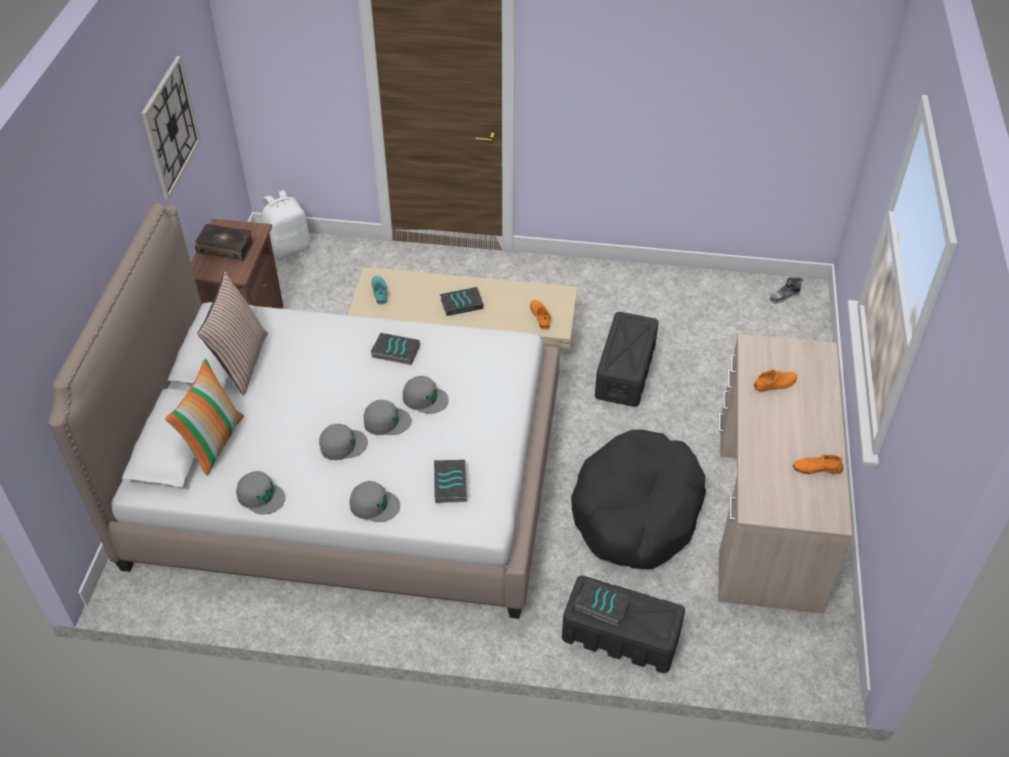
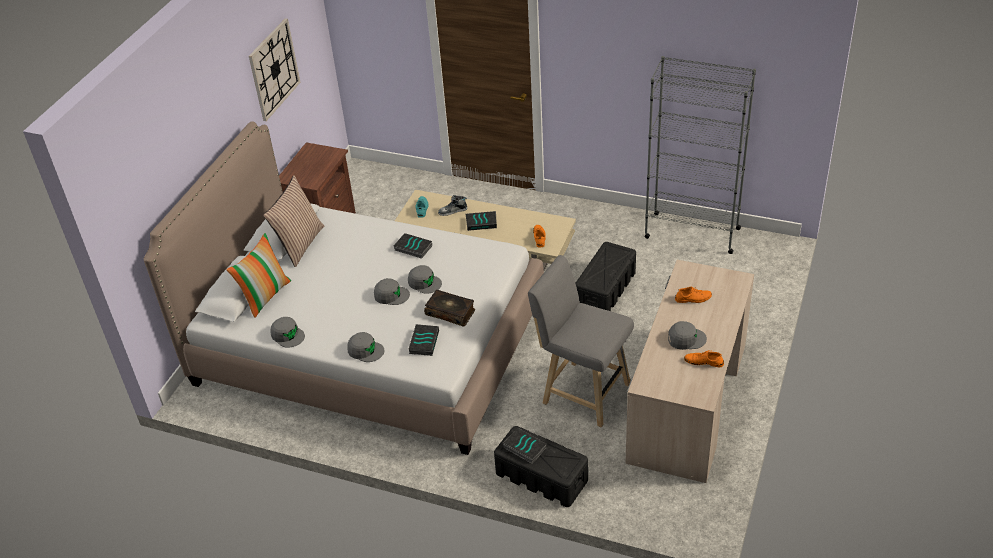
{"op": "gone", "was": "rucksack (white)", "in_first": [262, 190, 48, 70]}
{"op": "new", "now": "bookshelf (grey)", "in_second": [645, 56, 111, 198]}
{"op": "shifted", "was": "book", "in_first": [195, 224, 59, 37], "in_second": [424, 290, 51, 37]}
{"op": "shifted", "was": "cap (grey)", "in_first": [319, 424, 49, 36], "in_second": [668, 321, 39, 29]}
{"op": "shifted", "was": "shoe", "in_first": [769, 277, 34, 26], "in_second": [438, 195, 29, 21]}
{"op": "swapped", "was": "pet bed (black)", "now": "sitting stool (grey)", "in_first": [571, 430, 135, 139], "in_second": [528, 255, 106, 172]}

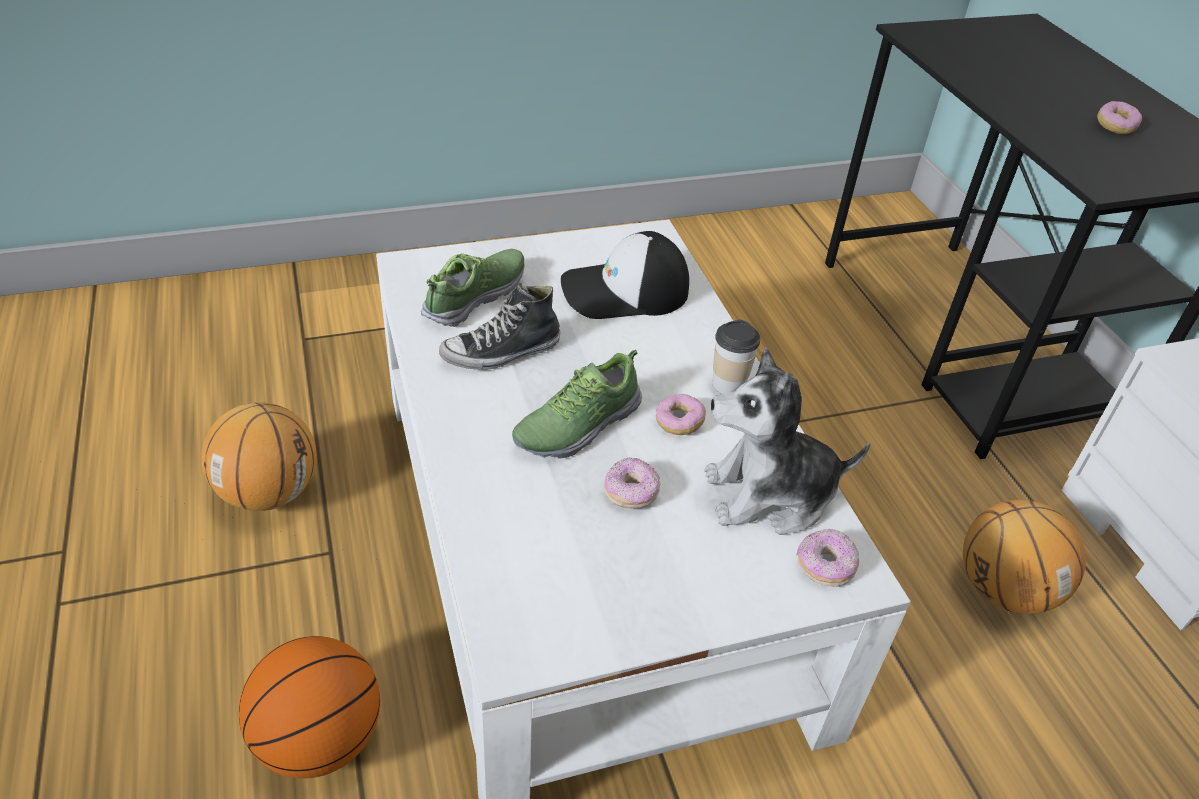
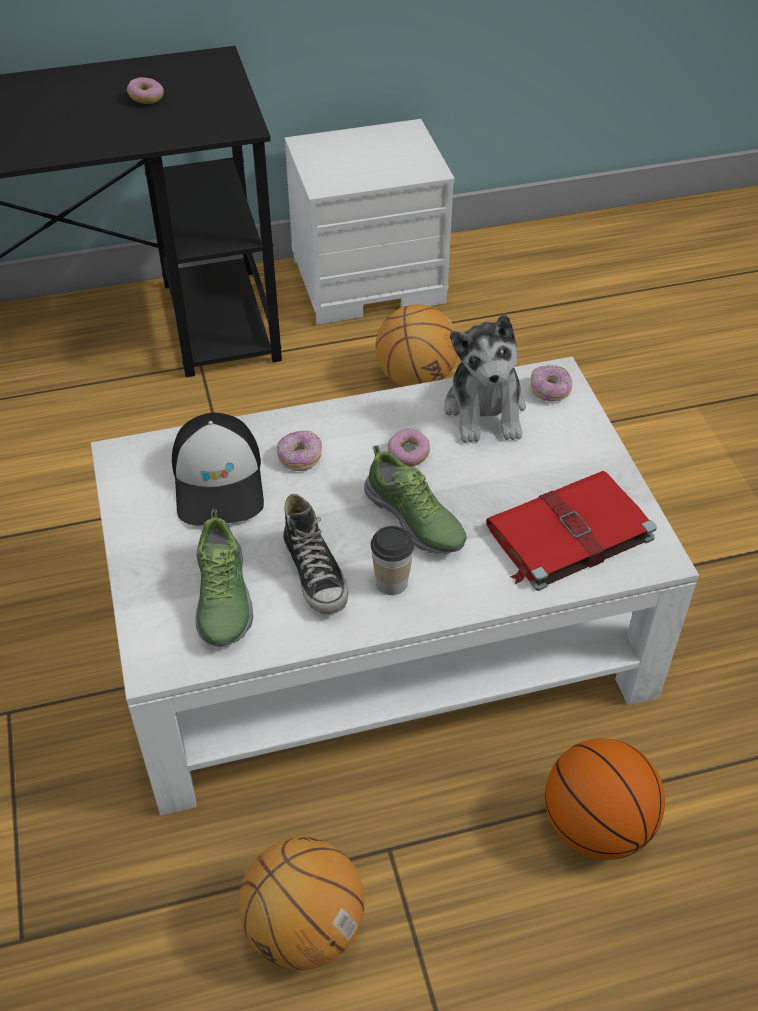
{"op": "new", "now": "book (red)", "in_second": [486, 471, 171, 120]}
{"op": "shifted", "was": "donut", "in_first": [604, 457, 56, 52], "in_second": [277, 430, 45, 41]}
{"op": "shifted", "was": "small cup", "in_first": [712, 320, 48, 74], "in_second": [371, 526, 43, 69]}
{"op": "rotated", "was": "shoe", "in_first": [421, 249, 104, 78], "in_second": [196, 509, 57, 138], "clockwise": -135}

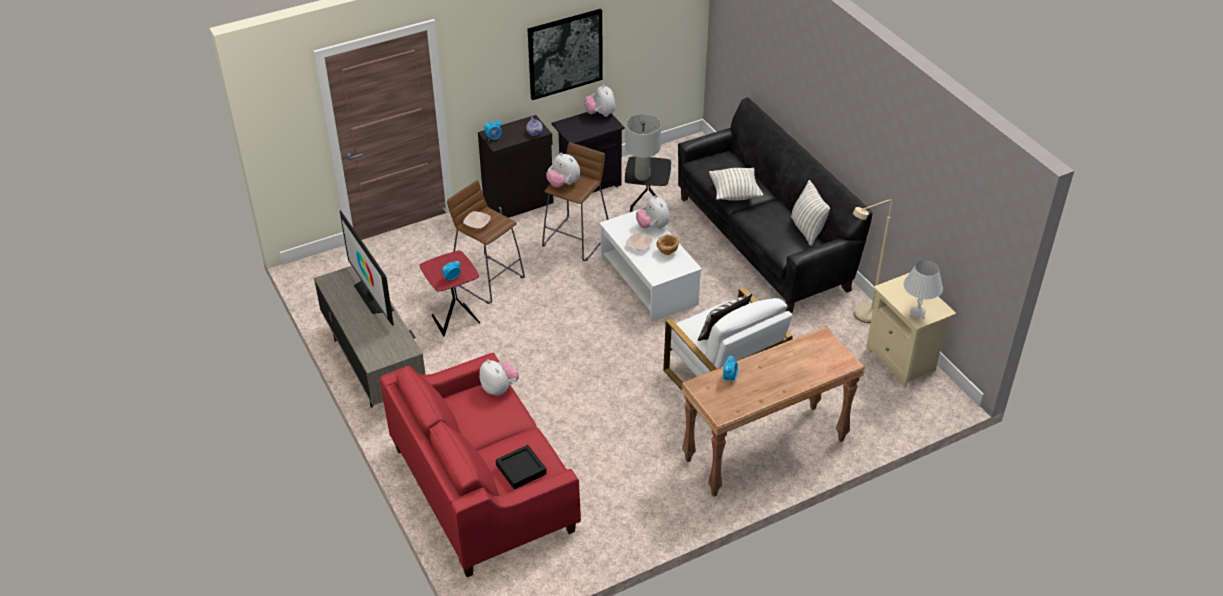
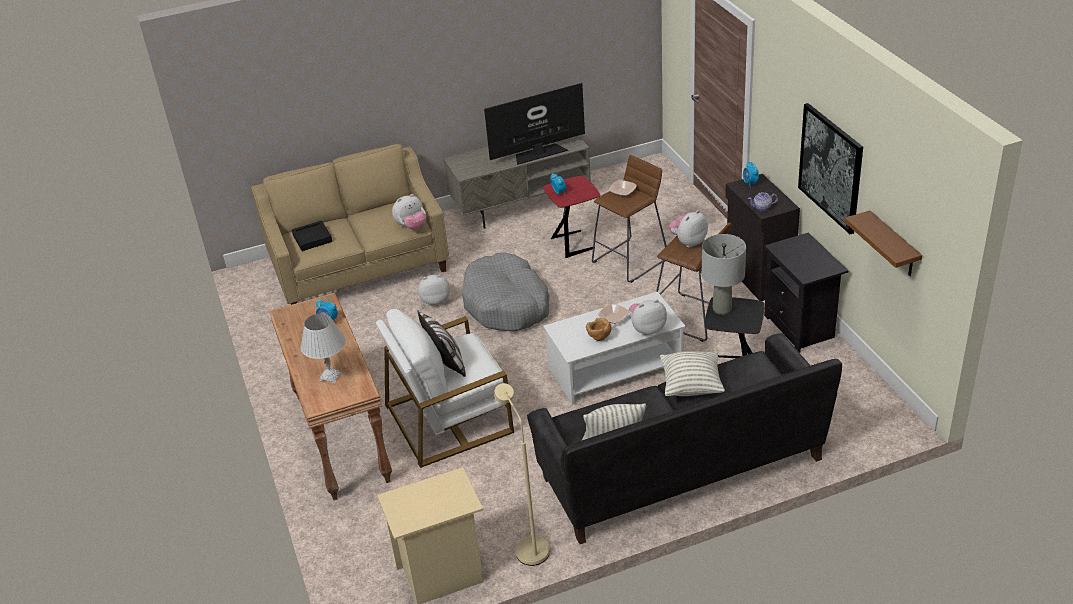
{"op": "new", "now": "pet bed (grey)", "in_second": [462, 253, 87, 79]}
{"op": "new", "now": "bracket shelf (brownish)", "in_second": [844, 210, 78, 66]}
{"op": "shifted", "was": "plush toy", "in_first": [585, 84, 31, 33], "in_second": [418, 275, 32, 30]}
{"op": "shifted", "was": "tabletop lamp (white)", "in_first": [903, 260, 40, 60], "in_second": [301, 314, 45, 70]}
{"op": "repainted", "was": "couch (red)", "now": "couch (beige-coloured)", "in_first": [380, 353, 201, 224], "in_second": [251, 144, 198, 161]}

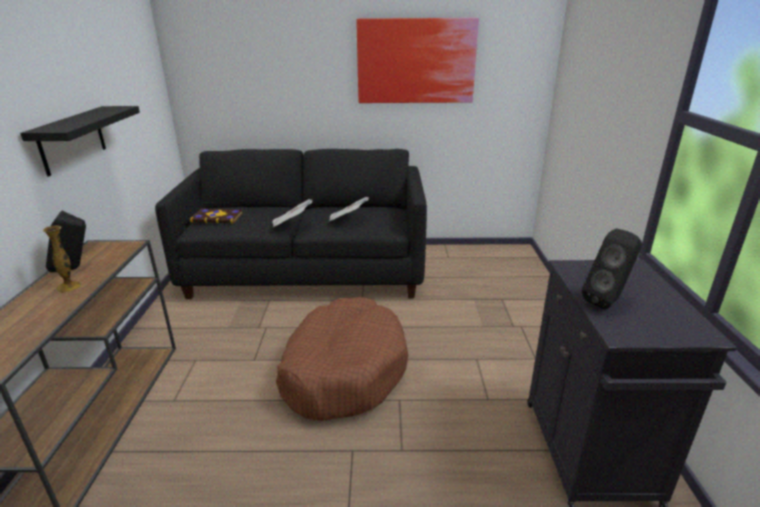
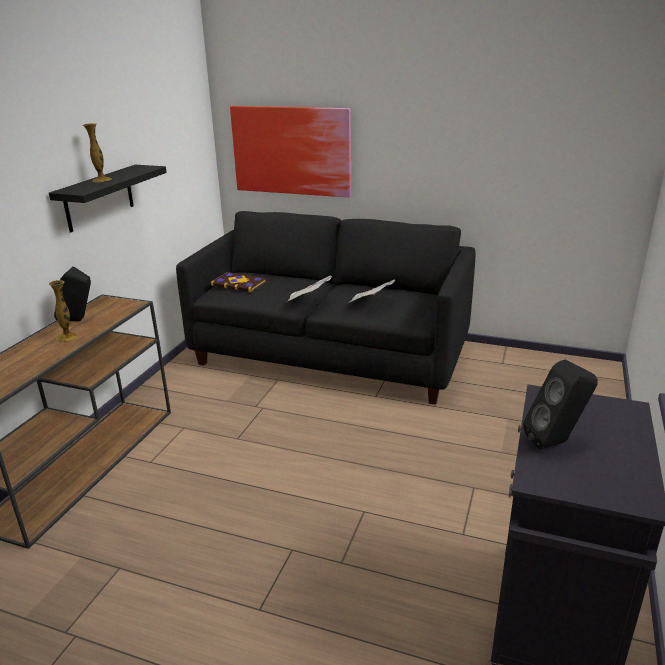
{"op": "gone", "was": "pet bed (brownish)", "in_first": [276, 297, 132, 124]}
{"op": "new", "now": "decorative vase", "in_second": [83, 123, 29, 59]}
{"op": "shifted", "was": "wall picture", "in_first": [356, 18, 123, 85], "in_second": [230, 106, 121, 92]}

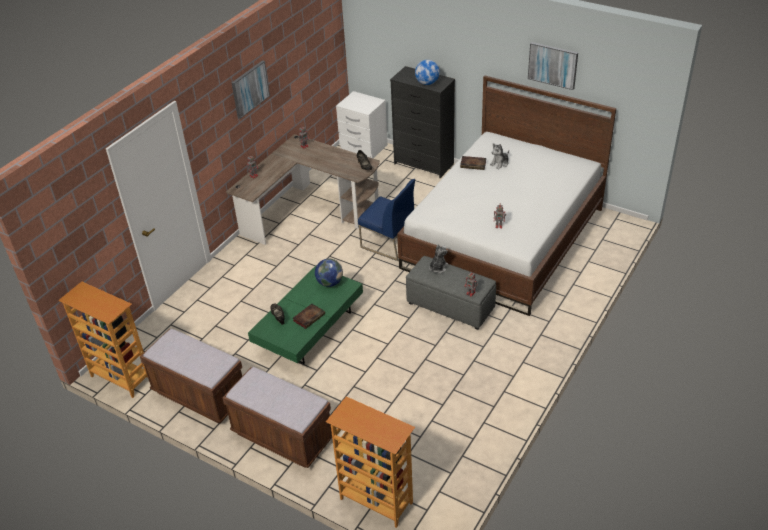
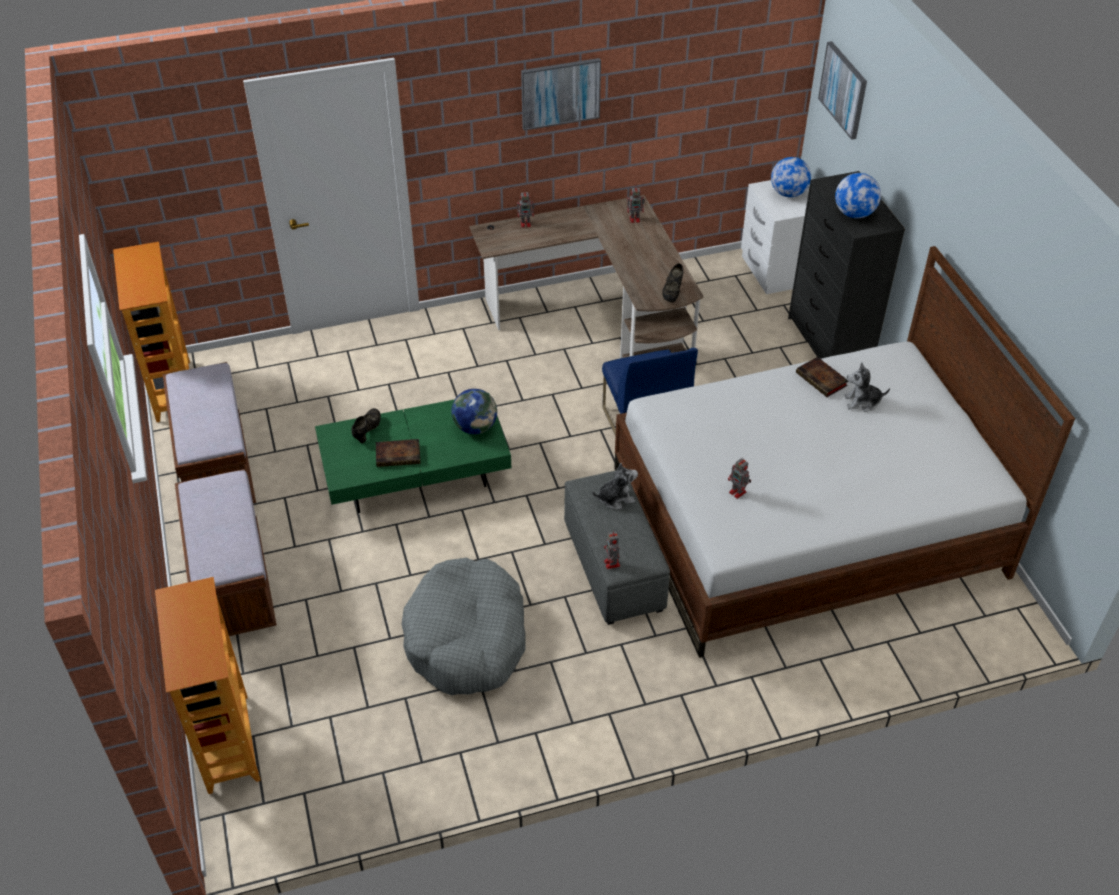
{"op": "new", "now": "pet bed (grey)", "in_second": [401, 558, 125, 137]}
{"op": "new", "now": "globe", "in_second": [771, 157, 40, 40]}
{"op": "shifted", "was": "wall picture", "in_first": [528, 42, 50, 48], "in_second": [818, 41, 49, 99]}

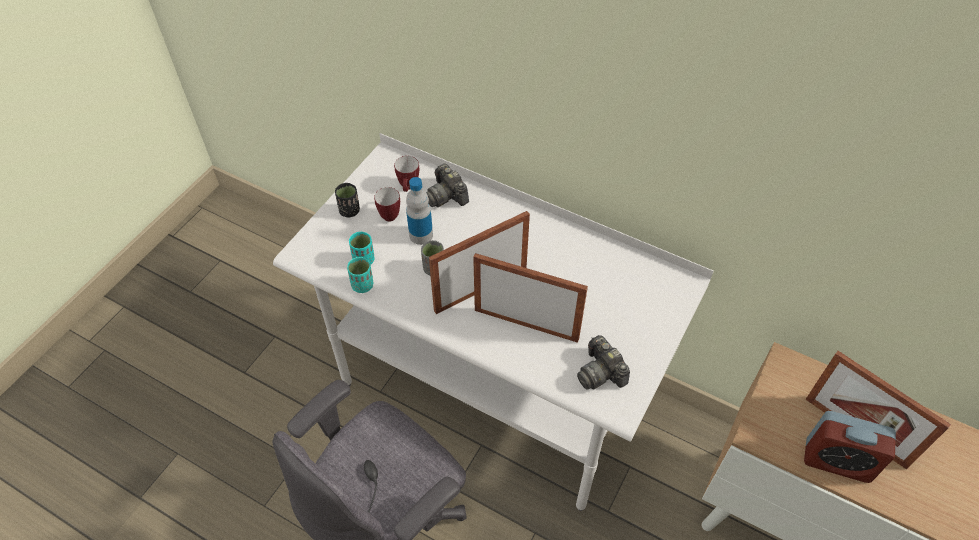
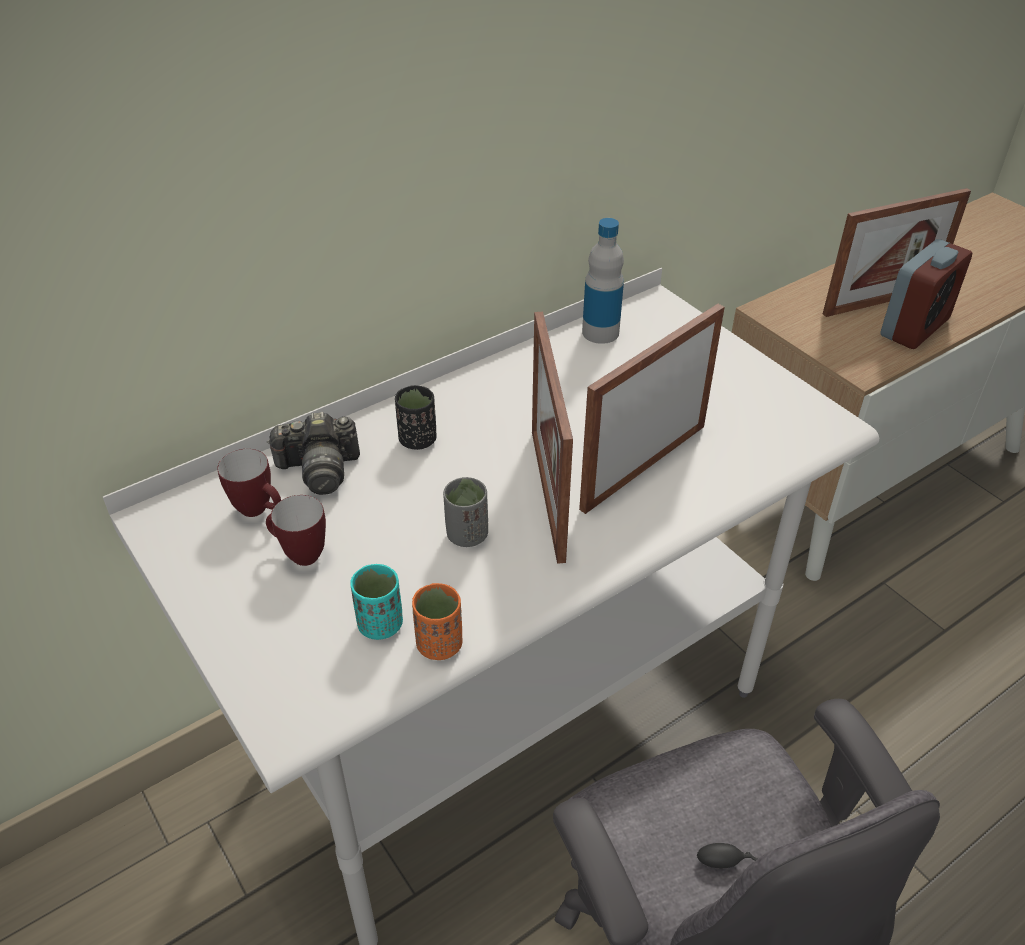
{"op": "gone", "was": "photo camera", "in_first": [577, 335, 53, 54]}
{"op": "shifted", "was": "small cup (black)", "in_first": [335, 183, 25, 34], "in_second": [395, 385, 42, 65]}
{"op": "shifted", "was": "bottle", "in_first": [406, 177, 27, 68], "in_second": [582, 218, 42, 126]}
{"op": "repainted", "was": "small cup (turquoise-coloured)", "now": "small cup (orange-coloured)", "in_first": [347, 257, 26, 36], "in_second": [412, 583, 50, 77]}

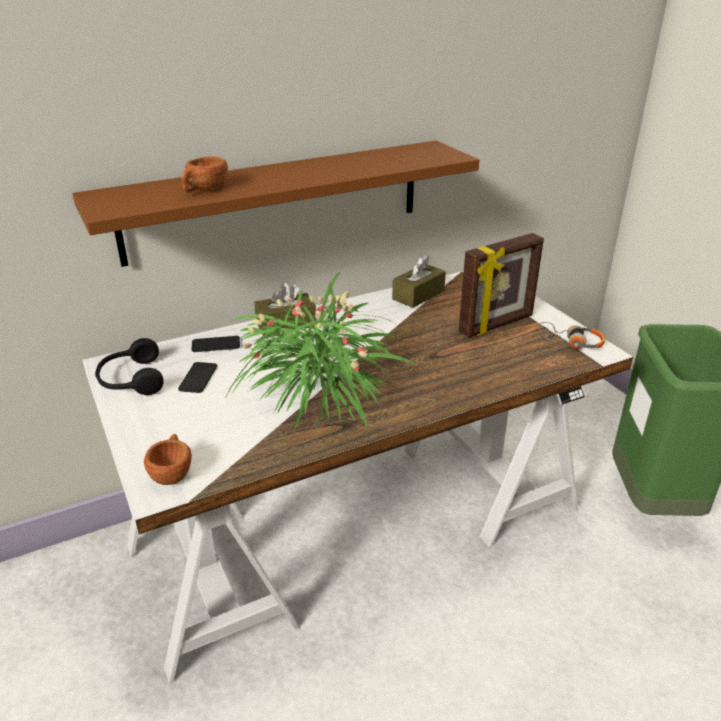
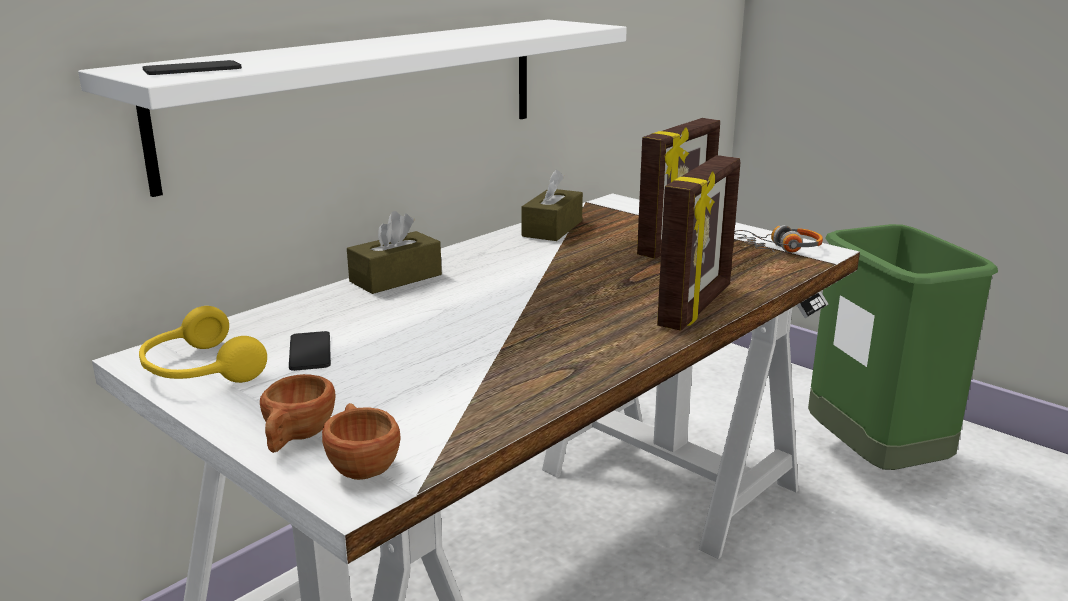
{"op": "gone", "was": "houseplant", "in_first": [227, 272, 188, 161]}
{"op": "new", "now": "standing frame", "in_second": [657, 155, 83, 176]}
{"op": "shifted", "was": "small cup (brownish)", "in_first": [181, 156, 47, 37], "in_second": [260, 374, 76, 79]}
{"op": "shifted", "was": "phone", "in_first": [192, 336, 48, 16], "in_second": [143, 60, 99, 15]}
{"op": "repainted", "was": "bracket shelf (brownish)", "now": "bracket shelf (white)", "in_first": [73, 141, 407, 126], "in_second": [78, 19, 549, 178]}
{"op": "repainted", "was": "pair of headphones (black)", "now": "pair of headphones (yellowish)", "in_first": [95, 338, 69, 57], "in_second": [139, 306, 128, 77]}

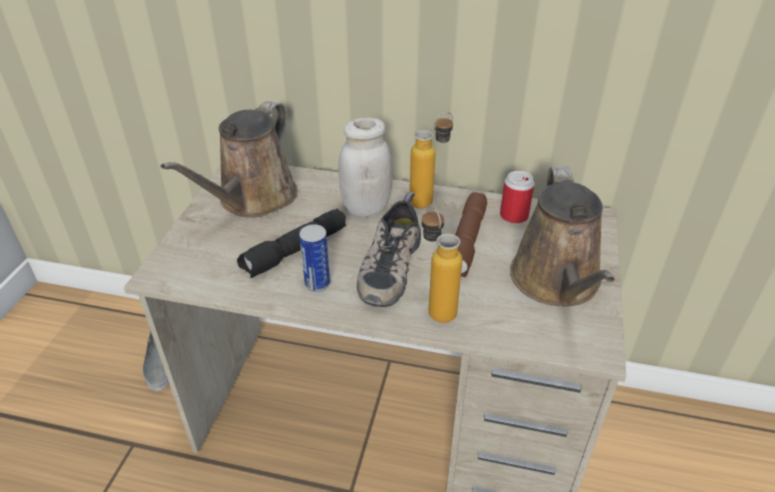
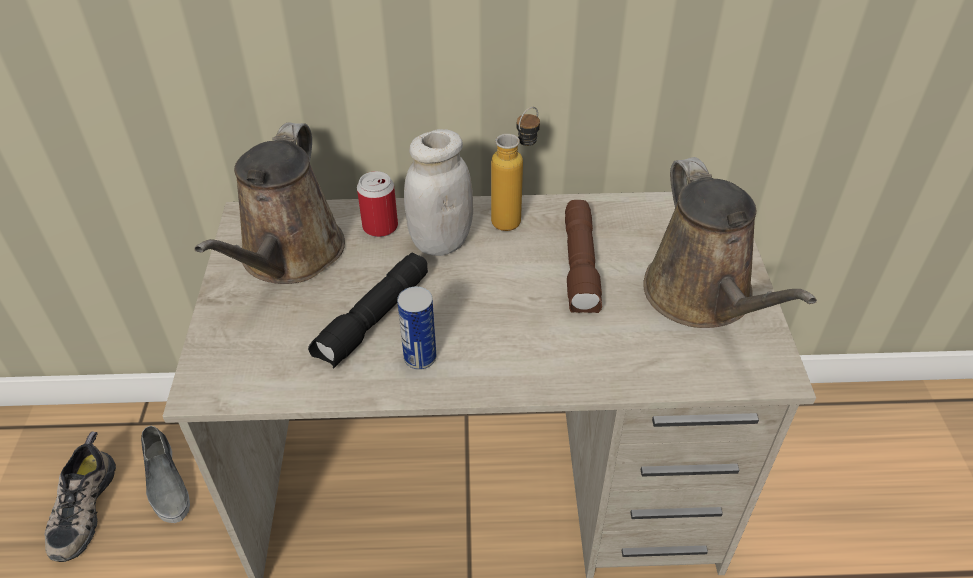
{"op": "gone", "was": "bottle", "in_first": [422, 205, 40, 118]}
{"op": "shifted", "was": "shoe", "in_first": [357, 192, 64, 116], "in_second": [44, 431, 72, 131]}
{"op": "shifted", "was": "can", "in_first": [500, 171, 35, 53], "in_second": [357, 171, 41, 66]}

